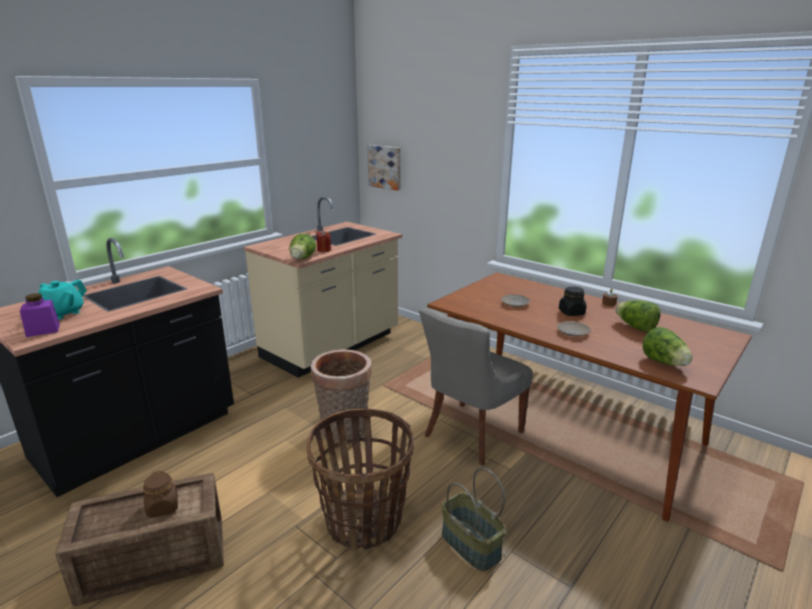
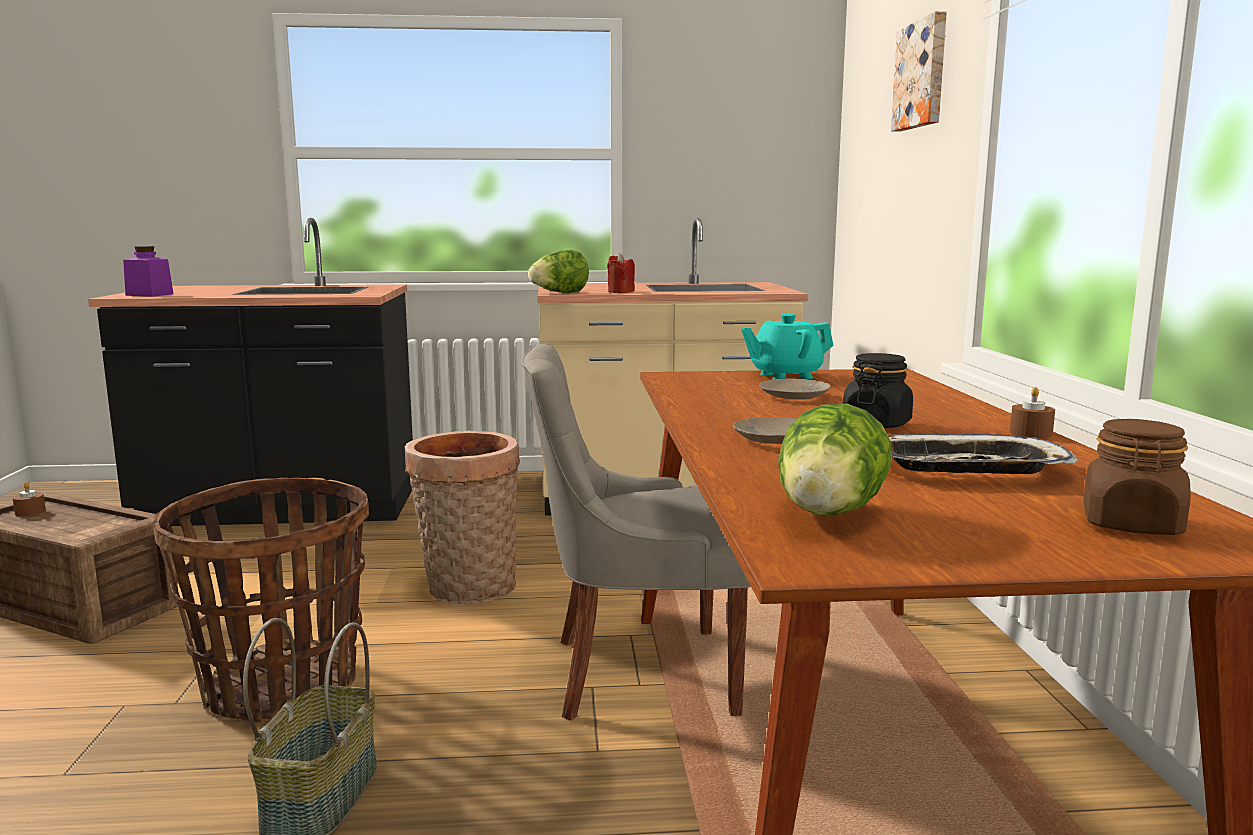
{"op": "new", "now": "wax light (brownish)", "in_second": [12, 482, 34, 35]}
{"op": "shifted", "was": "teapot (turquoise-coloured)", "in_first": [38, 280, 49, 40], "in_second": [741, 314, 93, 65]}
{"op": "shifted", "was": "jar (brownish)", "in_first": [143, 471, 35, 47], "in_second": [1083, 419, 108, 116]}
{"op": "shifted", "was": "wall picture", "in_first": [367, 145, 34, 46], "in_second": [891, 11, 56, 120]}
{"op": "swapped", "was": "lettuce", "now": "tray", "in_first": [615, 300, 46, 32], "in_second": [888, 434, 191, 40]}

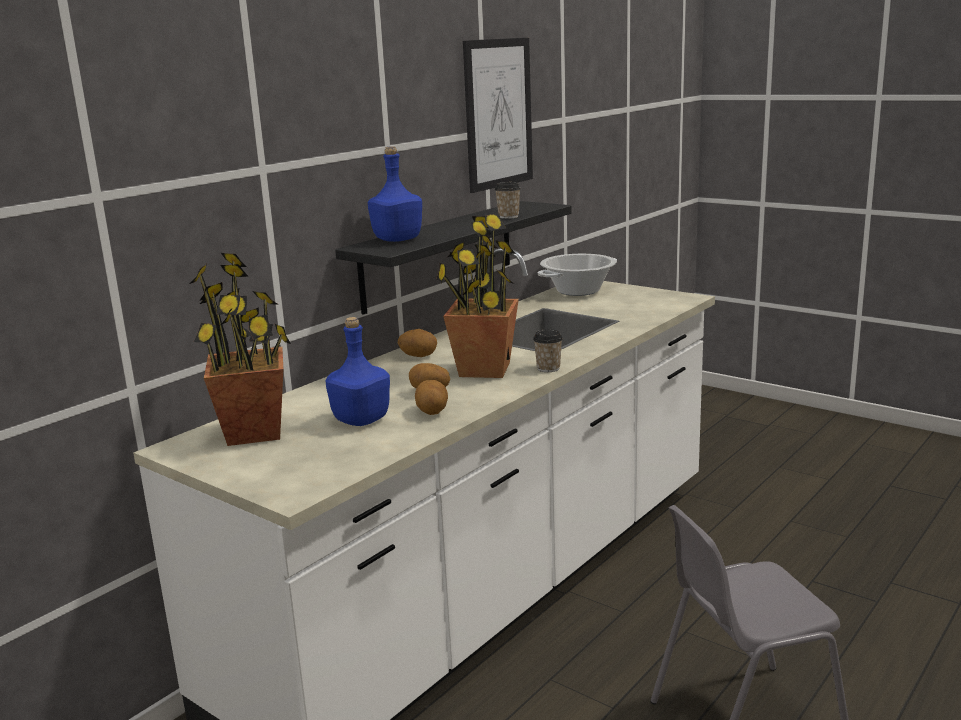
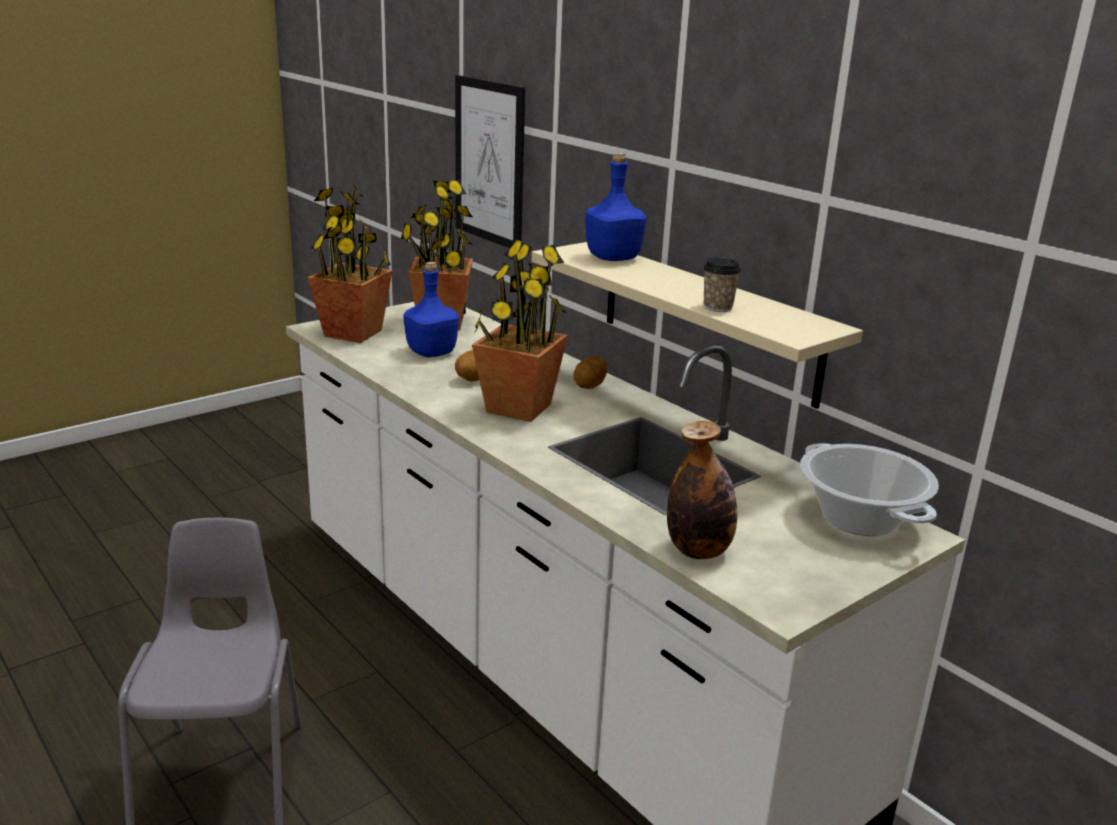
{"op": "gone", "was": "whole potato", "in_first": [415, 380, 33, 35]}
{"op": "gone", "was": "small cup", "in_first": [533, 329, 30, 43]}
{"op": "new", "now": "houseplant", "in_second": [307, 182, 86, 161]}
{"op": "new", "now": "bottle", "in_second": [667, 421, 70, 138]}
{"op": "shifted", "was": "wall picture", "in_first": [463, 38, 70, 155], "in_second": [455, 75, 70, 173]}
{"op": "repainted", "was": "bracket shelf (black)", "now": "bracket shelf (beige-coloured)", "in_first": [335, 201, 237, 114], "in_second": [532, 242, 331, 167]}

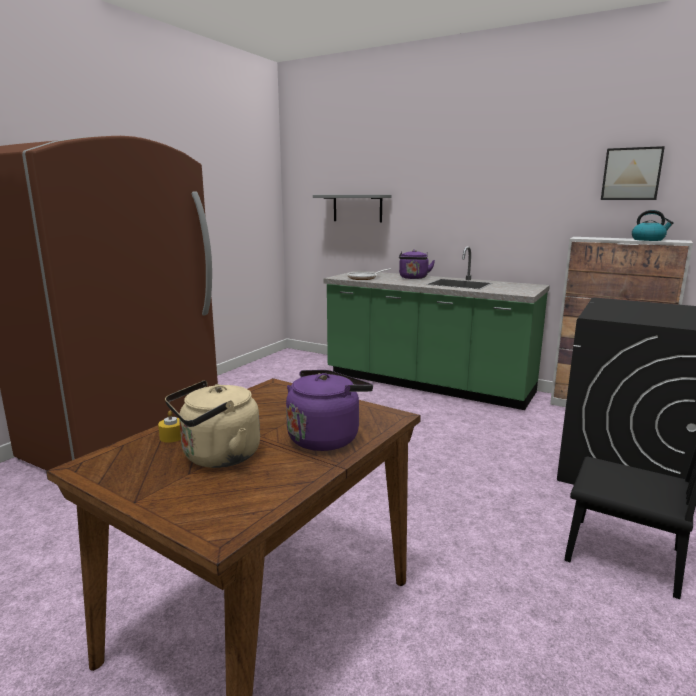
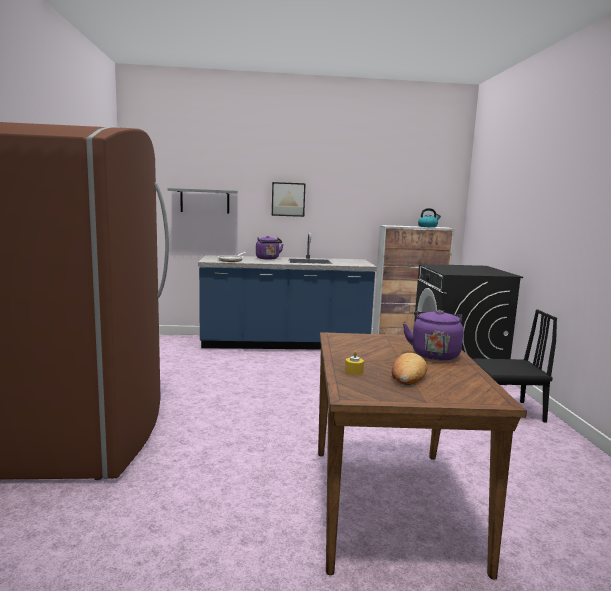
{"op": "shifted", "was": "wall picture", "in_first": [601, 146, 64, 54], "in_second": [272, 182, 34, 35]}
{"op": "swapped", "was": "tea kettle (beige-coloured)", "now": "baked bread", "in_first": [165, 380, 95, 88], "in_second": [392, 353, 35, 32]}
{"op": "repainted", "was": "kitchen counter (green)", "now": "kitchen counter (bluish)", "in_first": [323, 246, 227, 164], "in_second": [198, 233, 179, 117]}

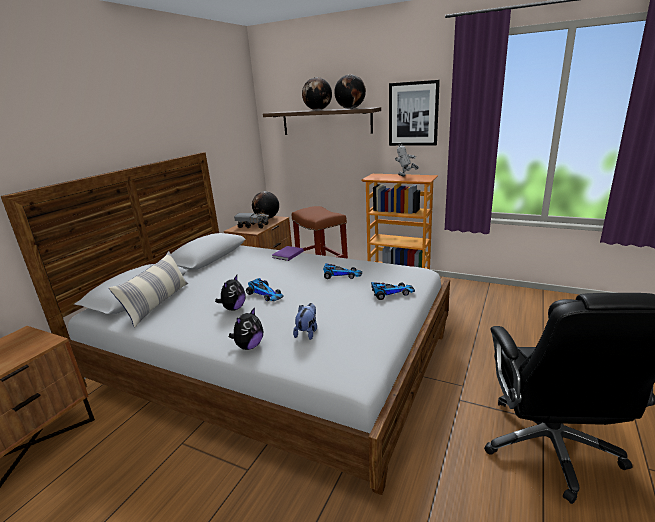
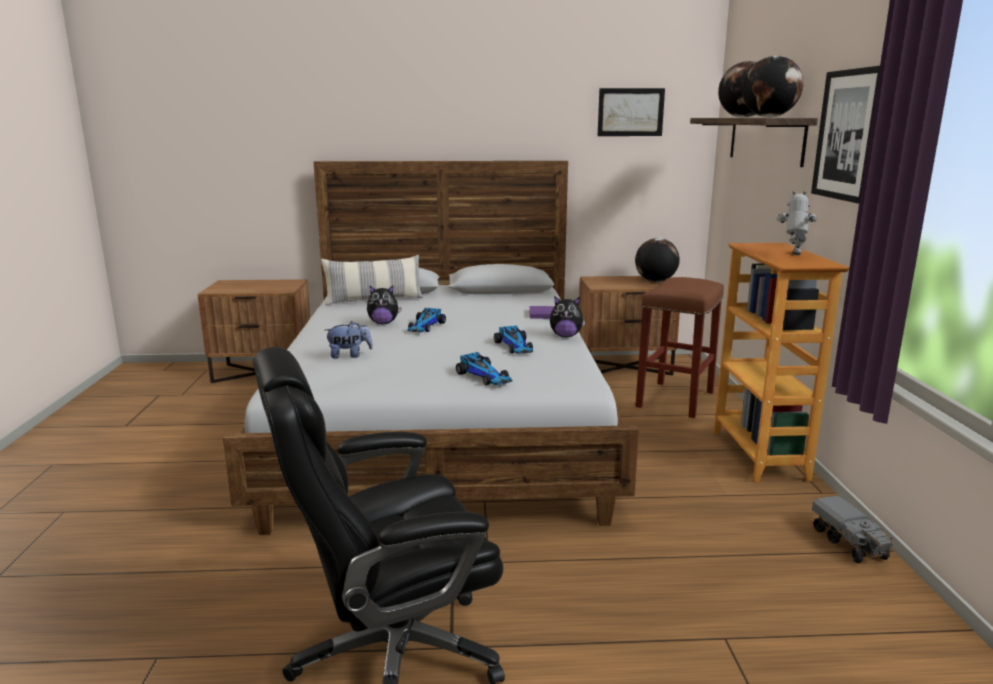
{"op": "new", "now": "wall picture", "in_second": [598, 88, 67, 48]}
{"op": "shifted", "was": "plush toy", "in_first": [229, 307, 34, 43], "in_second": [550, 297, 36, 40]}
{"op": "shifted", "was": "toy truck", "in_first": [234, 213, 36, 16], "in_second": [812, 496, 81, 67]}

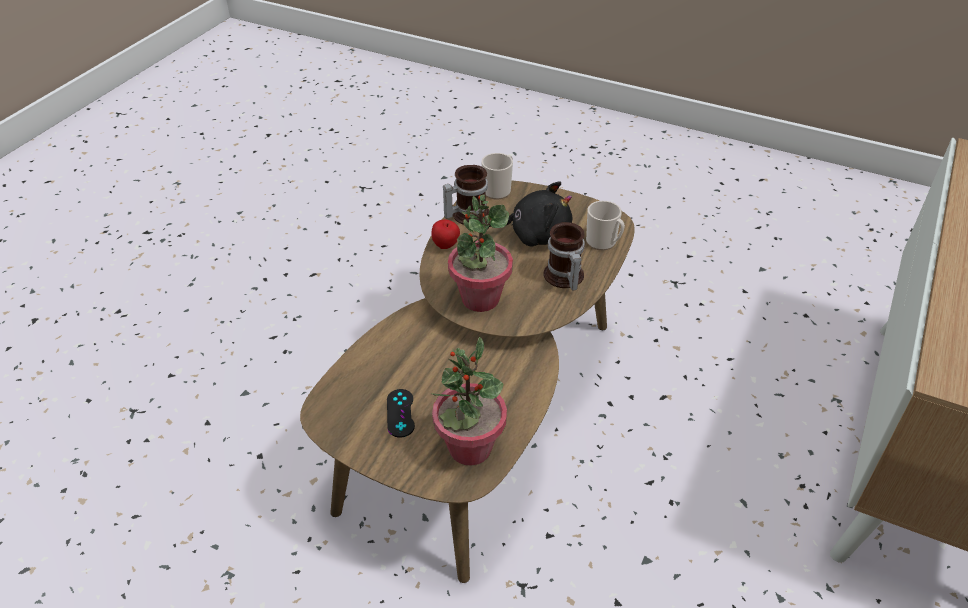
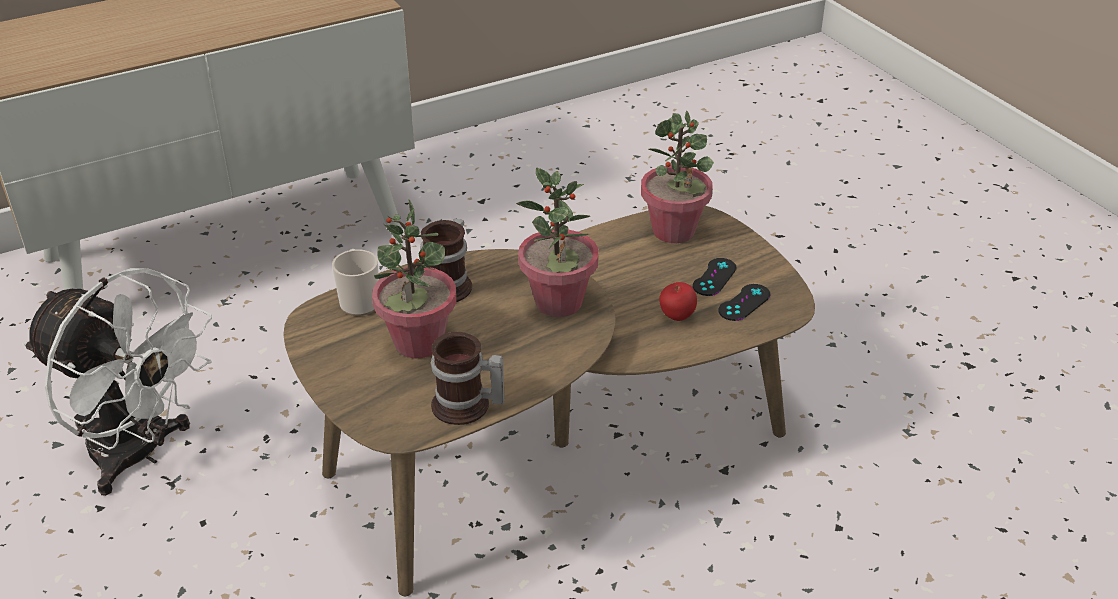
{"op": "gone", "was": "mug", "in_first": [482, 153, 31, 46]}
{"op": "new", "now": "cooling fan (white)", "in_second": [23, 268, 189, 228]}
{"op": "new", "now": "game controller (black)", "in_second": [718, 284, 53, 37]}
{"op": "shifted", "was": "whole apple", "in_first": [431, 220, 29, 29], "in_second": [659, 282, 38, 39]}
{"op": "swapped", "was": "plush toy (black)", "now": "houseplant", "in_first": [489, 181, 84, 66], "in_second": [372, 199, 84, 159]}

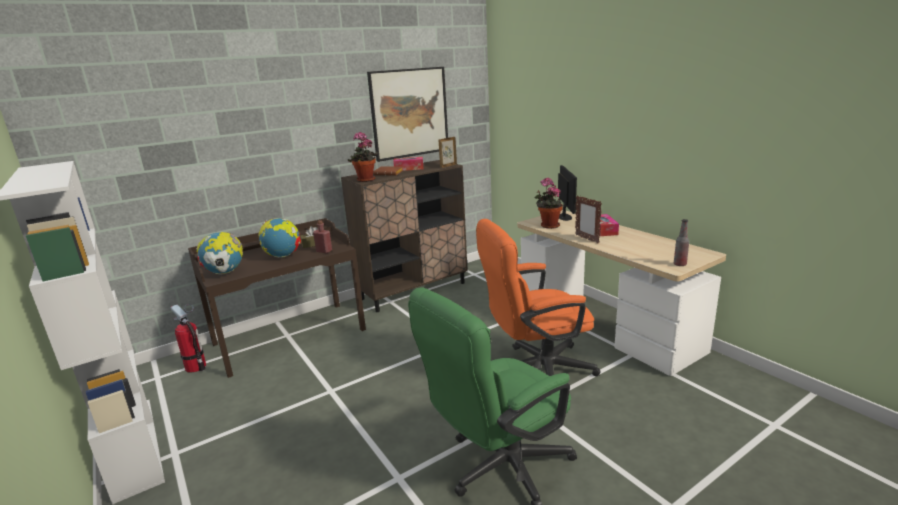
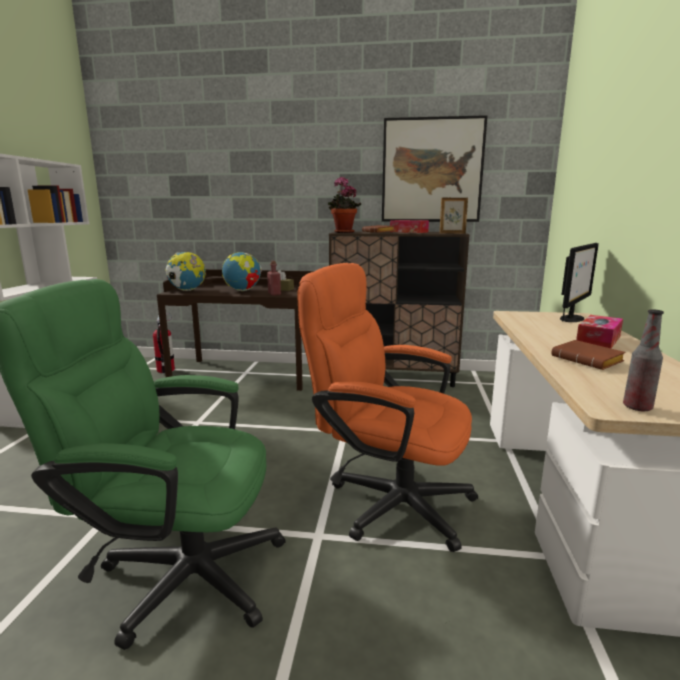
{"op": "gone", "was": "houseplant", "in_first": [534, 178, 29, 51]}
{"op": "gone", "was": "standing frame", "in_first": [575, 195, 27, 49]}
{"op": "new", "now": "book (brownish)", "in_second": [551, 340, 75, 30]}

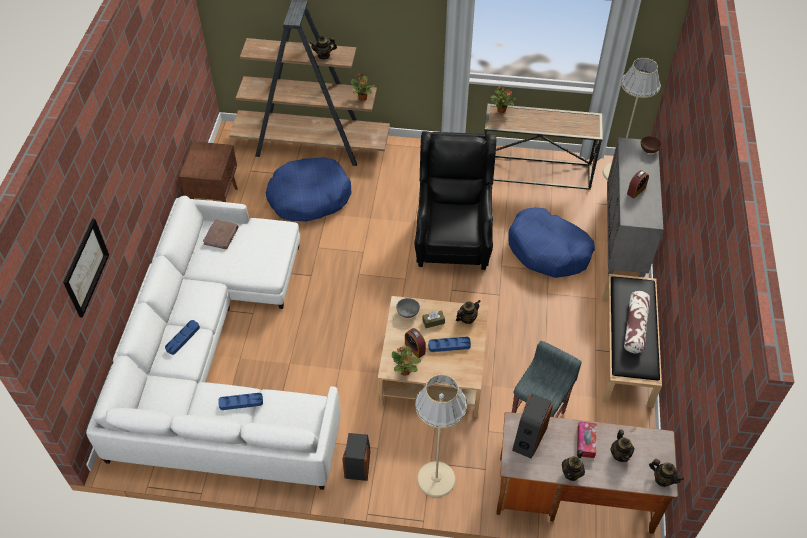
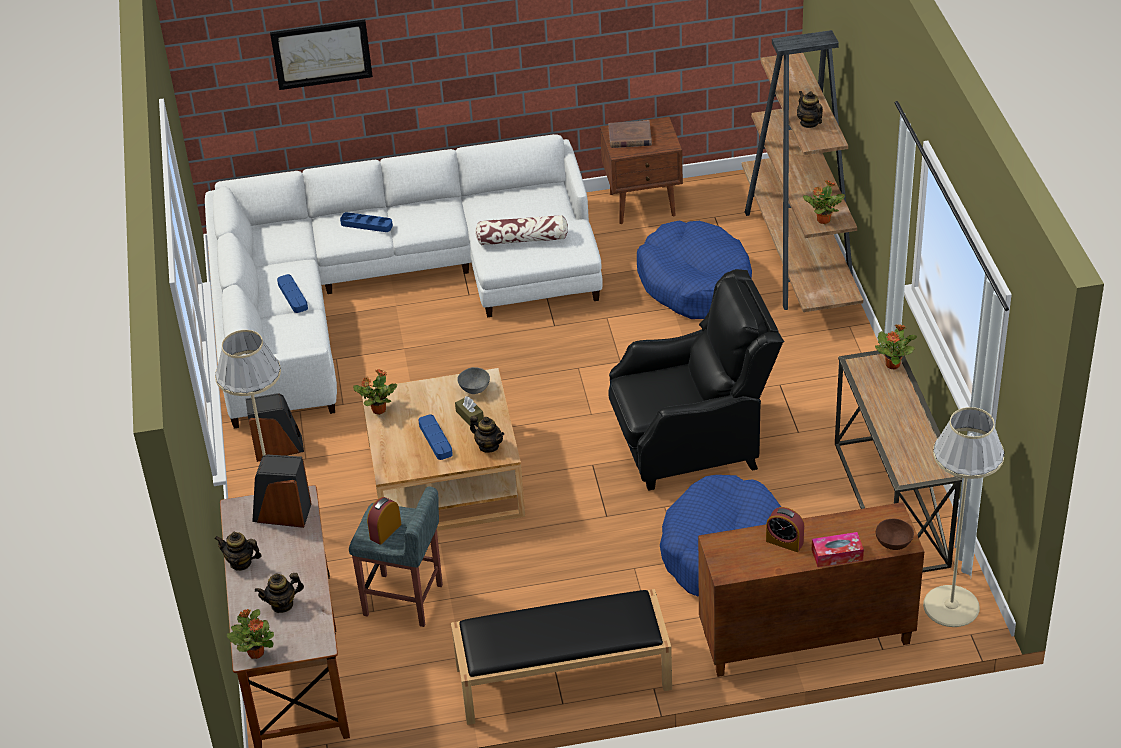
{"op": "shifted", "was": "book (brownish)", "in_first": [203, 219, 36, 30], "in_second": [608, 121, 44, 27]}
{"op": "shifted", "was": "table clock", "in_first": [405, 328, 21, 30], "in_second": [367, 497, 35, 48]}
{"op": "shifted", "was": "tissue box", "in_first": [577, 421, 20, 37], "in_second": [812, 532, 52, 35]}
{"op": "shifted", "was": "throw pillow", "in_first": [624, 291, 26, 62], "in_second": [475, 215, 93, 30]}
{"op": "swapped", "was": "teapot", "now": "houseplant", "in_first": [649, 459, 35, 28], "in_second": [227, 609, 47, 50]}
{"op": "repainted", "was": "storage cabinet (grey)", "now": "storage cabinet (brownish)", "in_first": [607, 137, 56, 140], "in_second": [698, 502, 226, 175]}

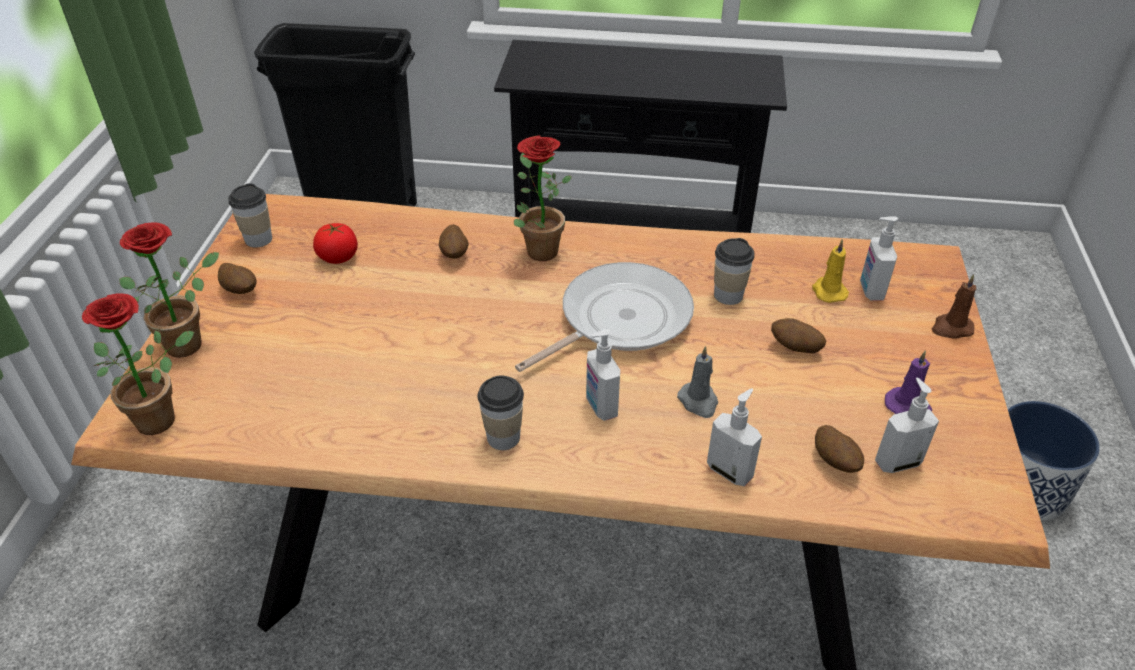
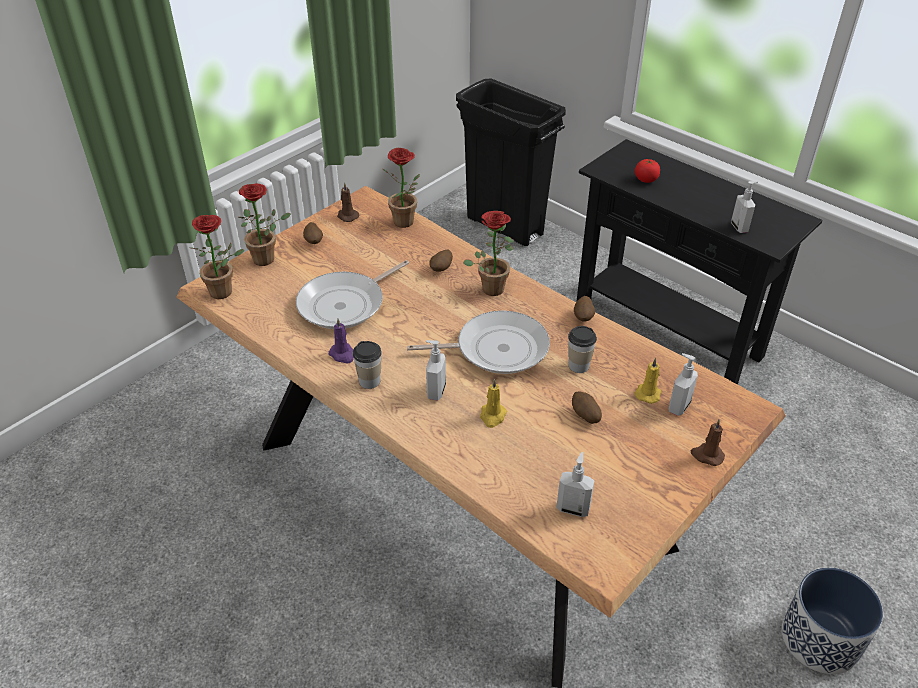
{"op": "new", "now": "skillet", "in_second": [296, 260, 113, 69]}
{"op": "new", "now": "houseplant", "in_second": [383, 148, 37, 80]}
{"op": "shifted", "was": "whole tomato", "in_first": [313, 223, 45, 41], "in_second": [635, 159, 25, 24]}
{"op": "shifted", "was": "soap bottle", "in_first": [707, 388, 55, 98], "in_second": [731, 181, 27, 52]}
{"op": "shifted", "was": "whole potato", "in_first": [815, 425, 49, 48], "in_second": [574, 296, 21, 25]}
{"op": "shifted", "was": "wax light (purplish)", "in_first": [885, 350, 47, 64], "in_second": [328, 319, 26, 44]}
{"op": "swapped", "was": "small cup", "now": "wax light (brownish)", "in_first": [228, 183, 44, 65], "in_second": [337, 182, 22, 40]}
{"op": "repainted", "was": "wax light (grey)", "now": "wax light (yellowish)", "in_first": [677, 346, 41, 72], "in_second": [480, 379, 27, 49]}

